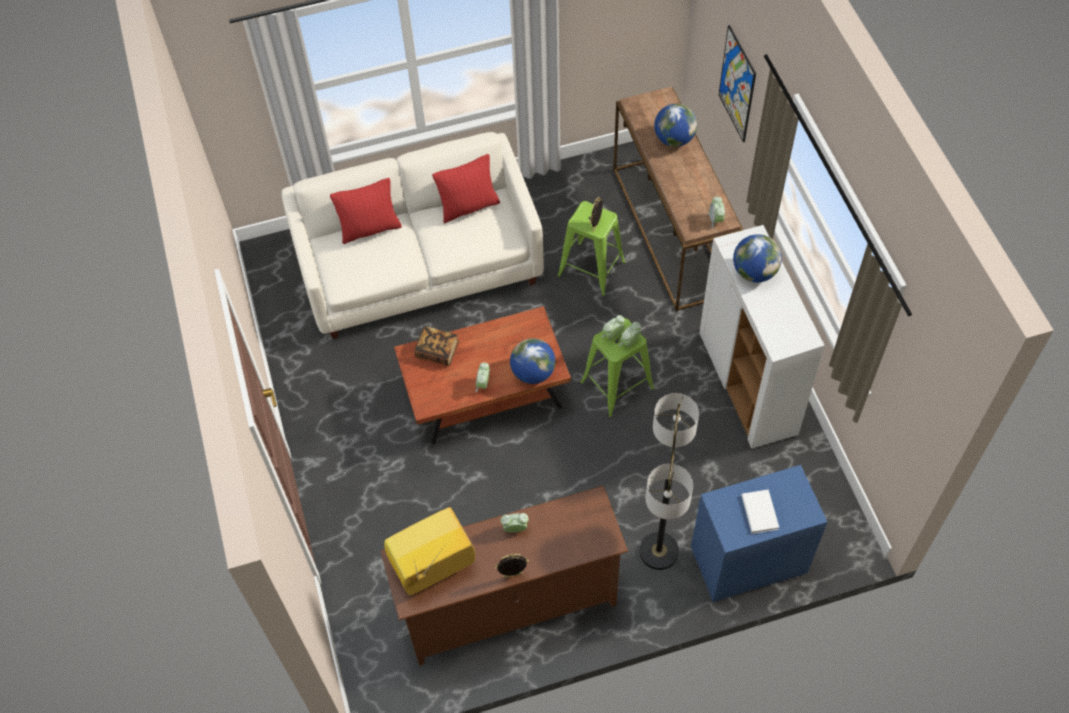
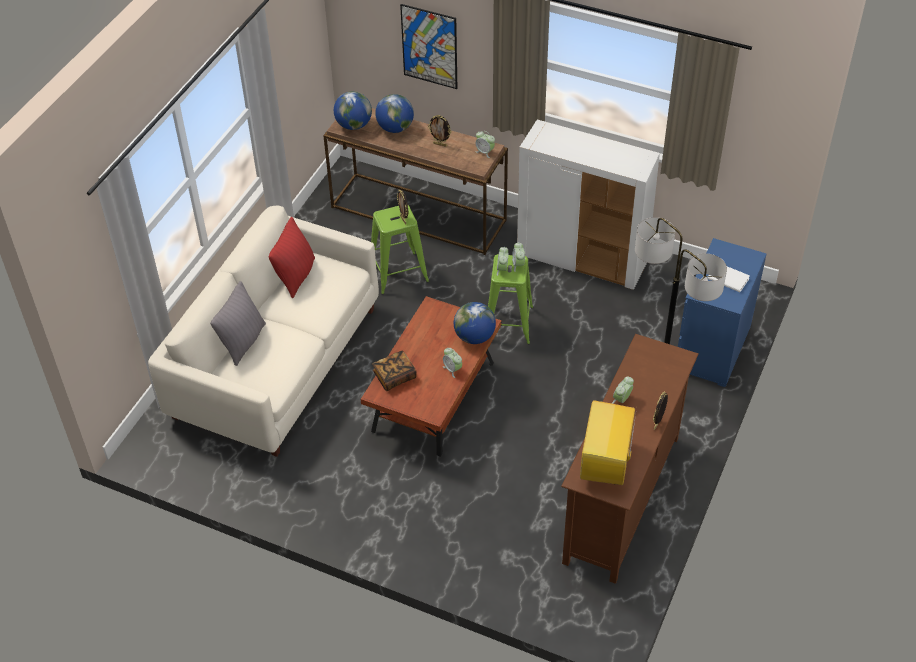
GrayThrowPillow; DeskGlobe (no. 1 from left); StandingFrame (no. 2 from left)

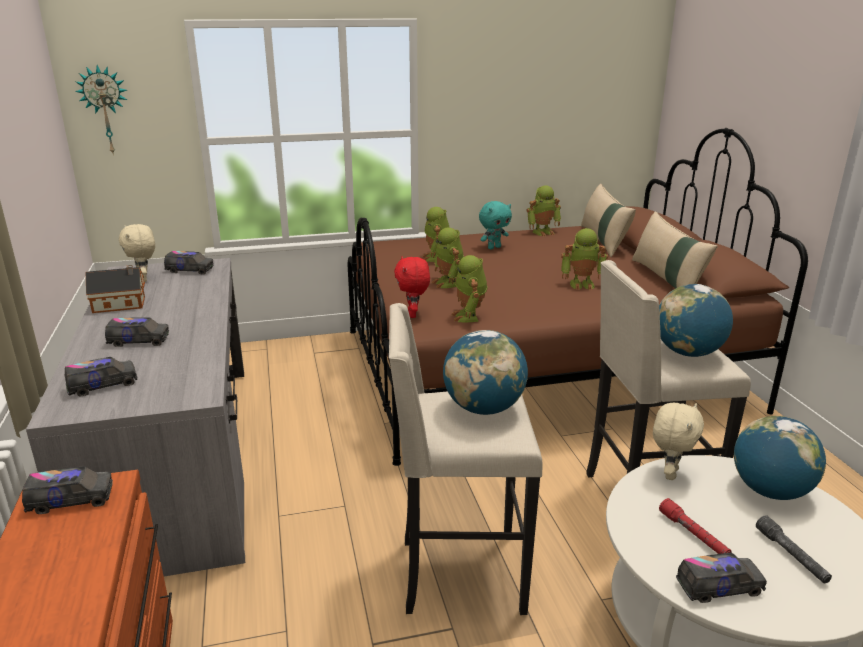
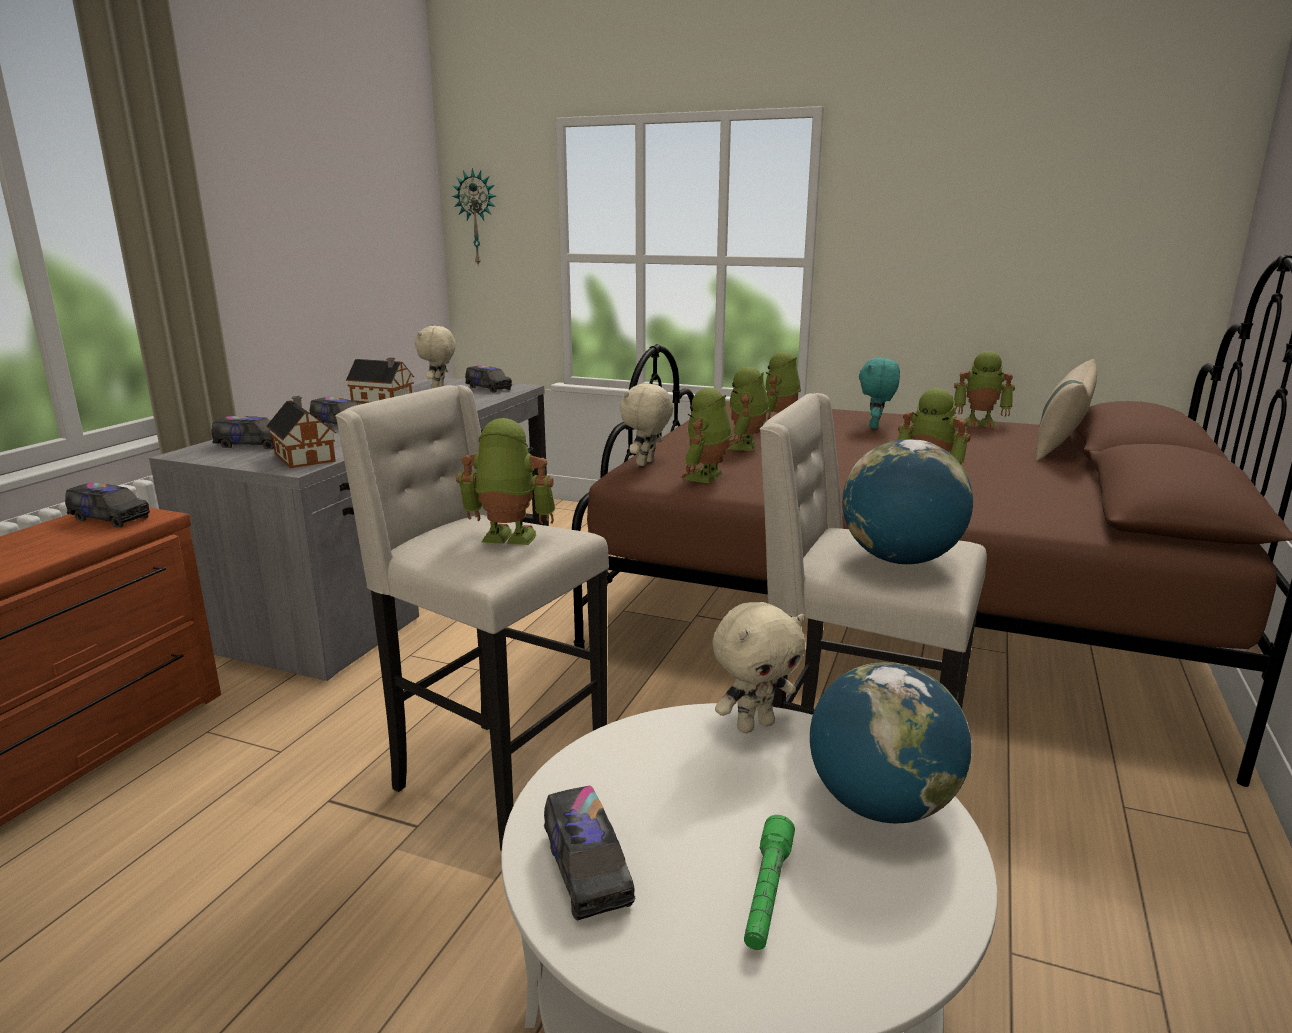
SandColouredCuddlyToy (no. 2 from left); ToyRobot (no. 1 from left); TurquoiseColouredCuddlyToy; SandColouredThrowPillow (no. 2 from left in the first image); ReddishTorch; ModelTruck (no. 5 from left); GreenishTorch; MiniatureHouse (no. 1 from left)

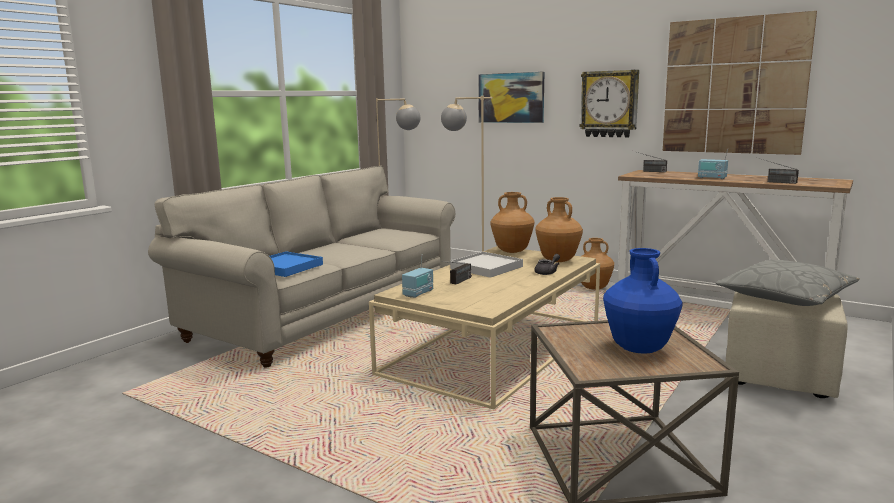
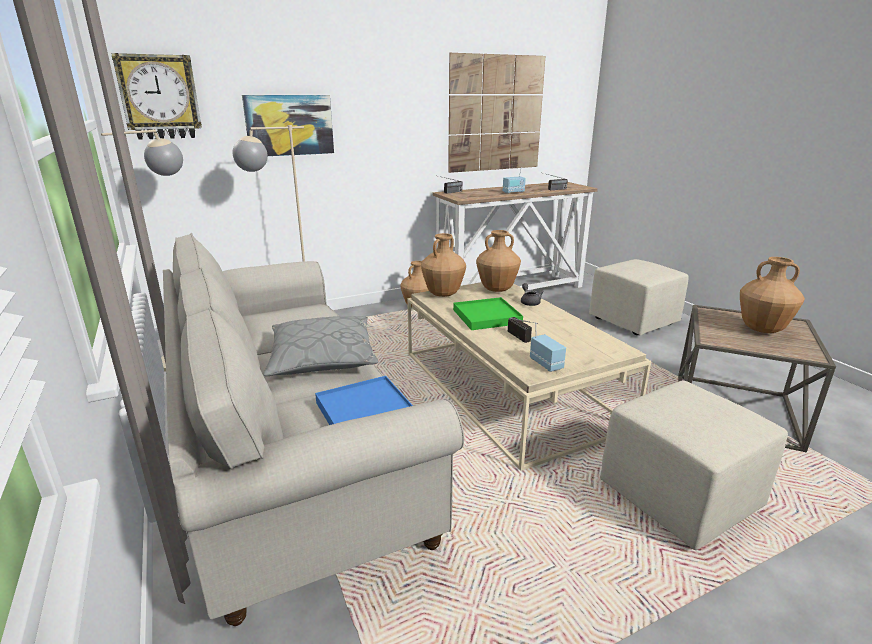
GreenishCarryingTray; HangingClock; BrownishDecorativeVase (no. 4 from left); GrayThrowPillow; SandColouredFootrest (no. 2 from left)

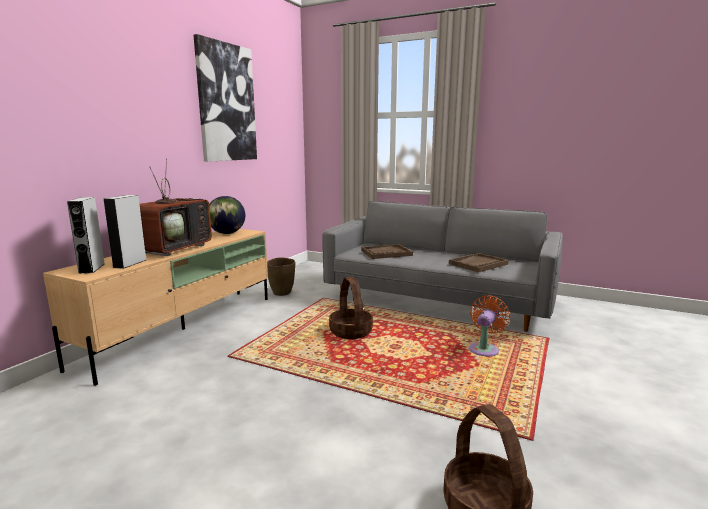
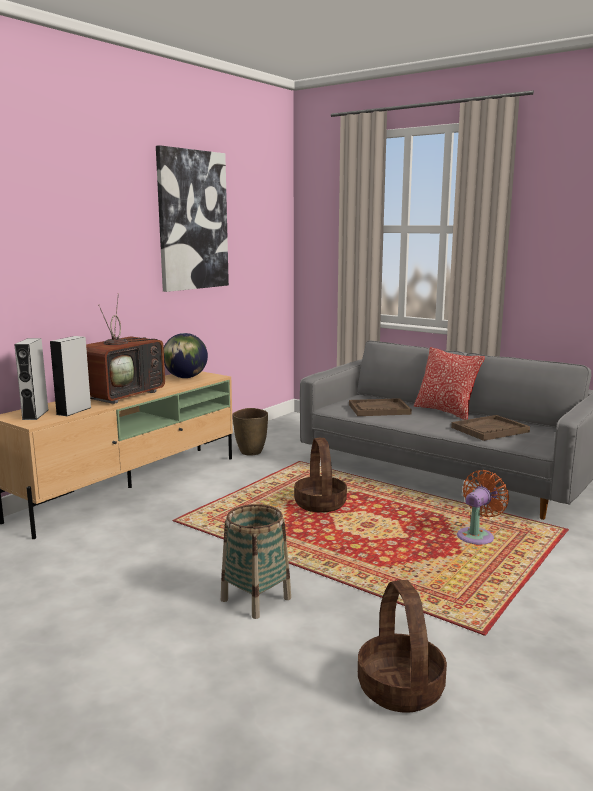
HouseholdBasket (no. 1 from left); ThrowPillow

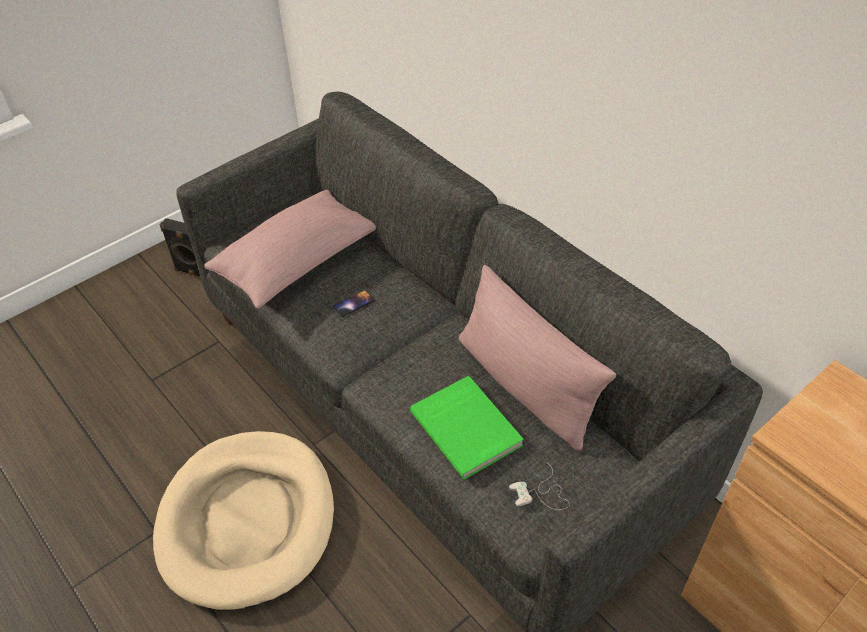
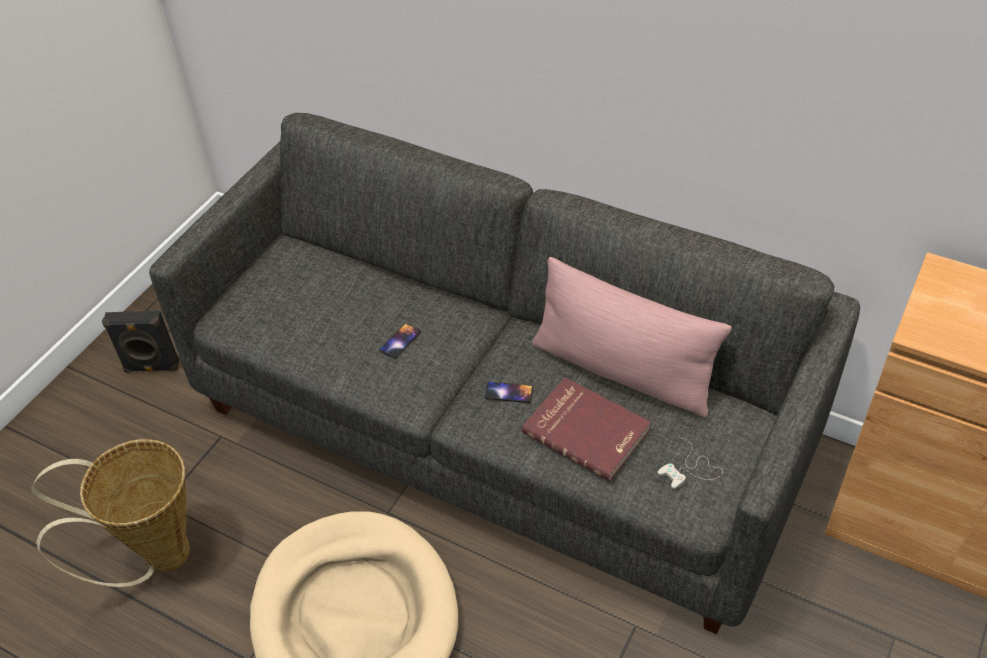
PinkColouredThrowPillow (no. 1 from left in the first image); ReddishBoundBook; HouseholdBasket; Telephone (no. 2 from left)

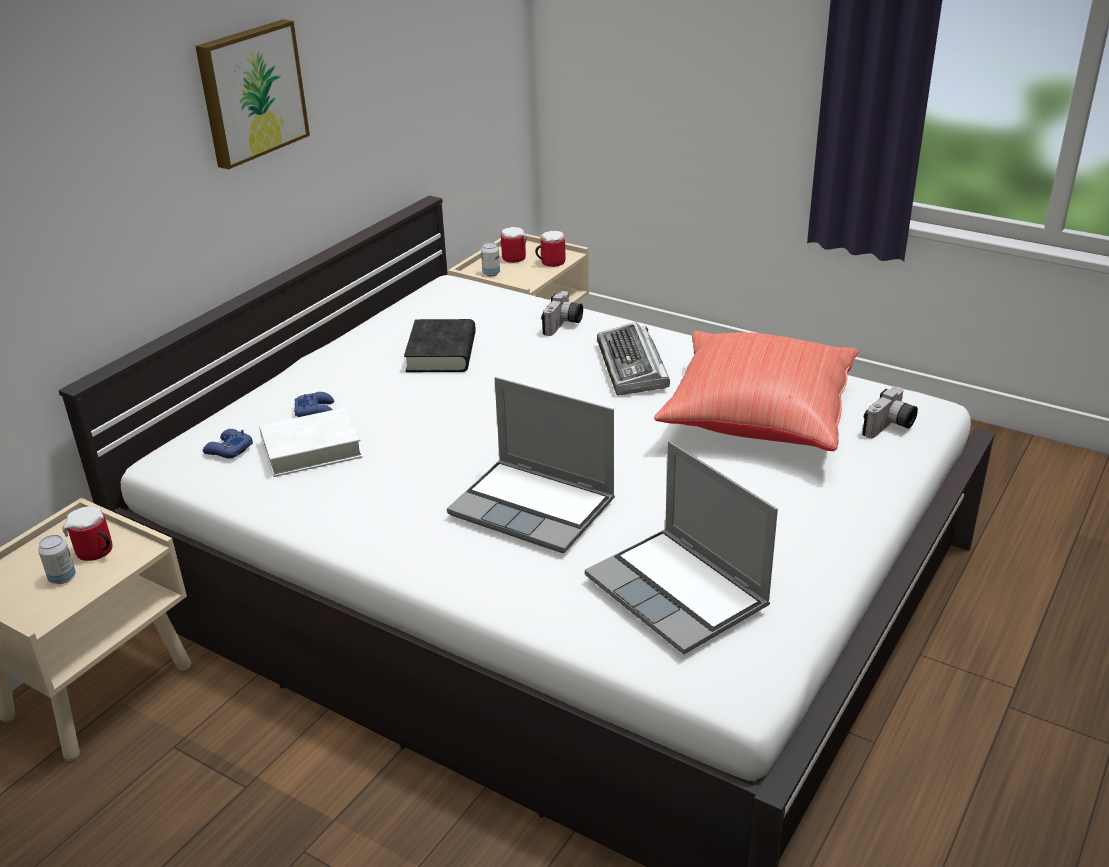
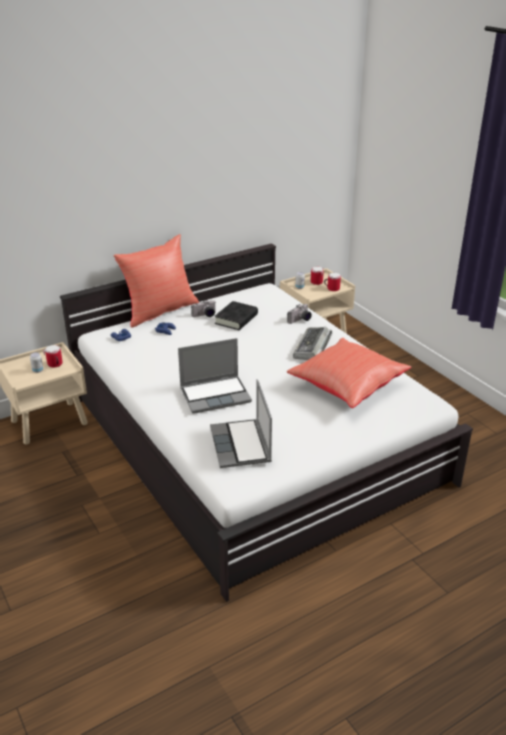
WallArt; WhiteColouredBoundBook; PortableComputer (no. 1 from left); PhotoCamera (no. 1 from left); ReddishThrowPillow (no. 1 from left)

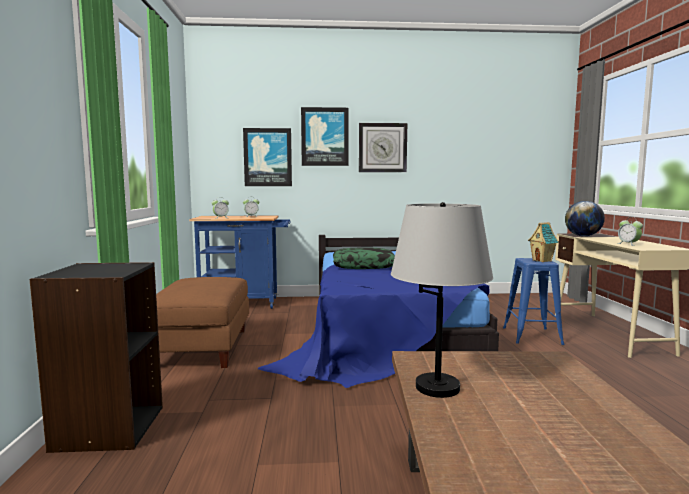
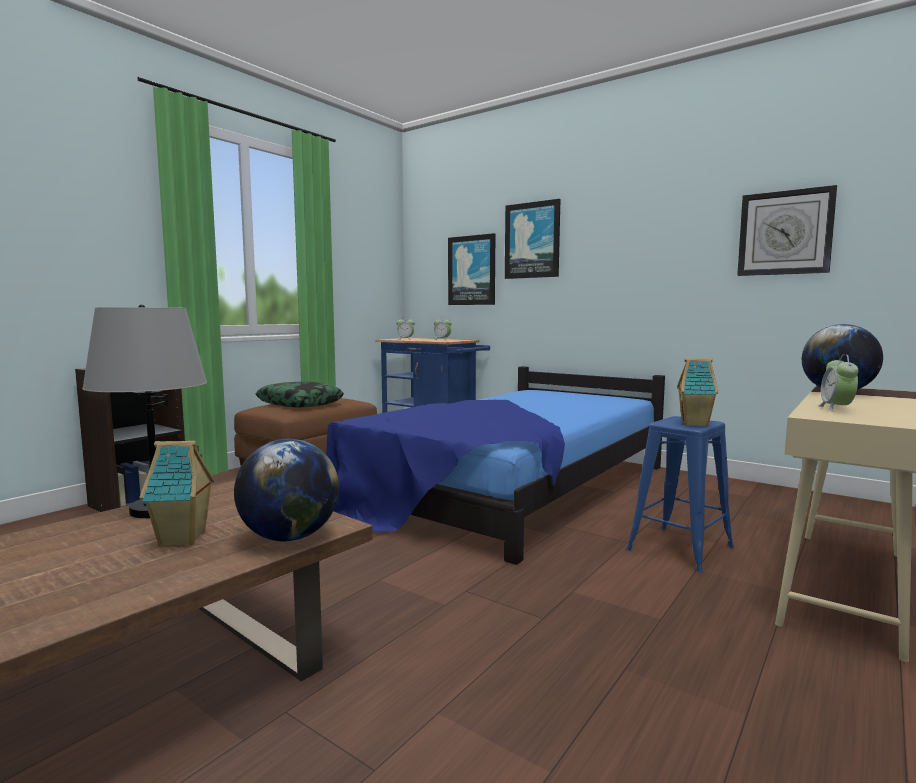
ThrowPillow; HangingClock; MiniatureHouse (no. 1 from left); DeskGlobe (no. 1 from left)

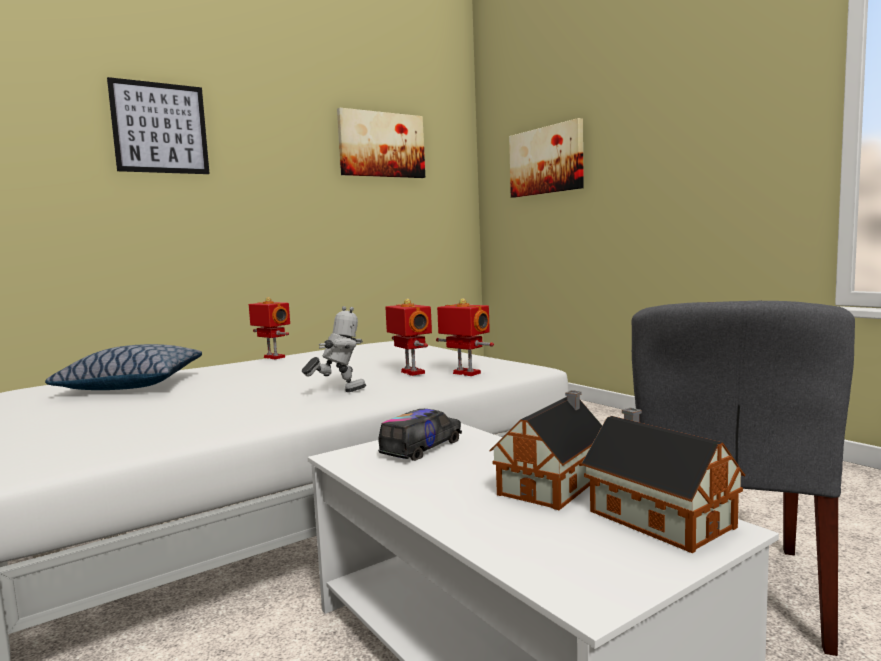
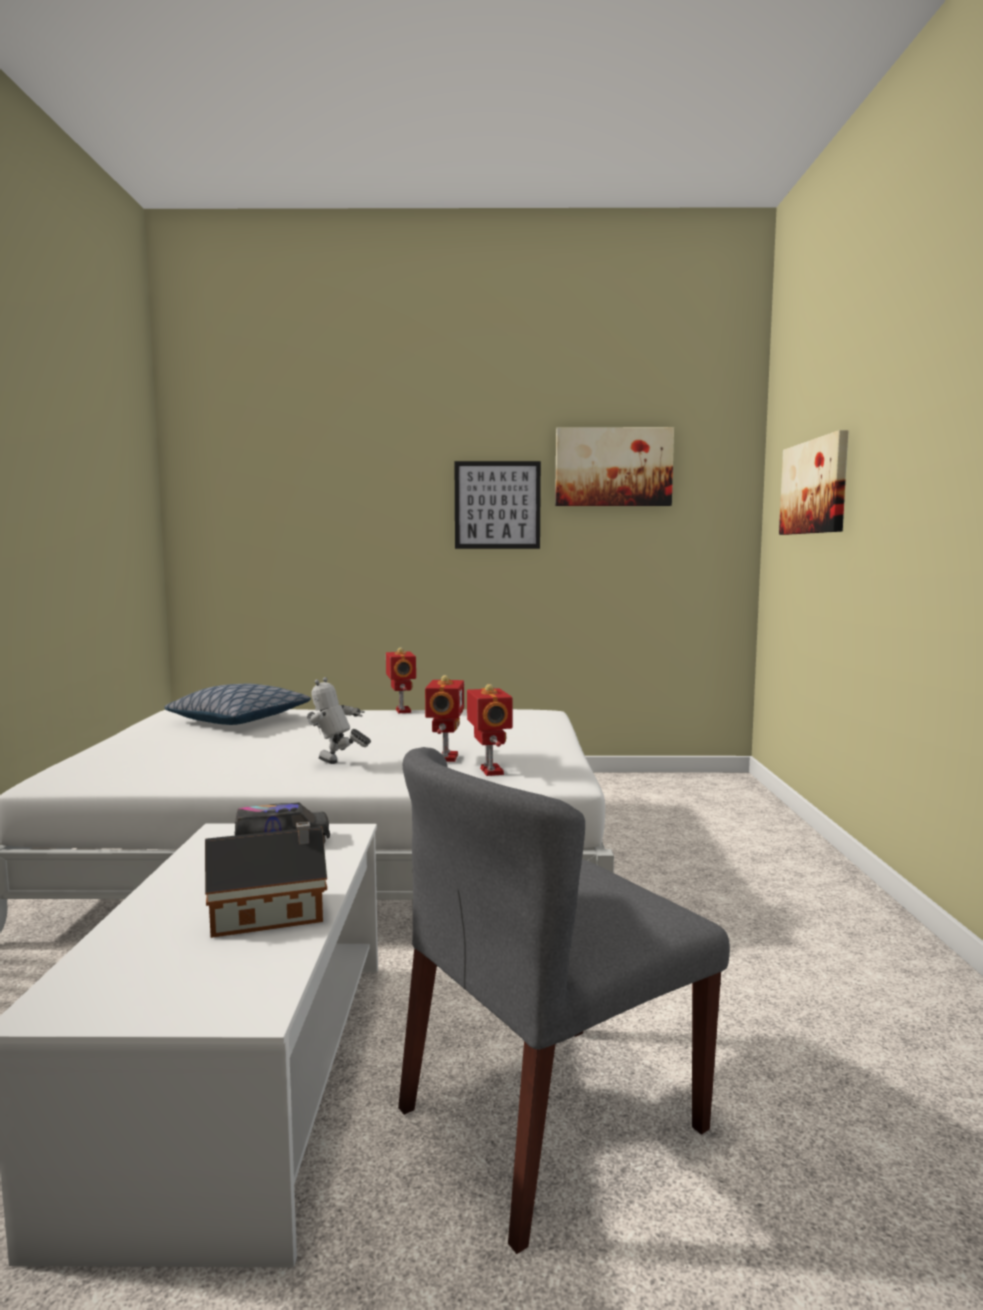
WallArt (no. 1 from left); ToyRobot (no. 1 from left); MiniatureHouse (no. 2 from left in the first image)

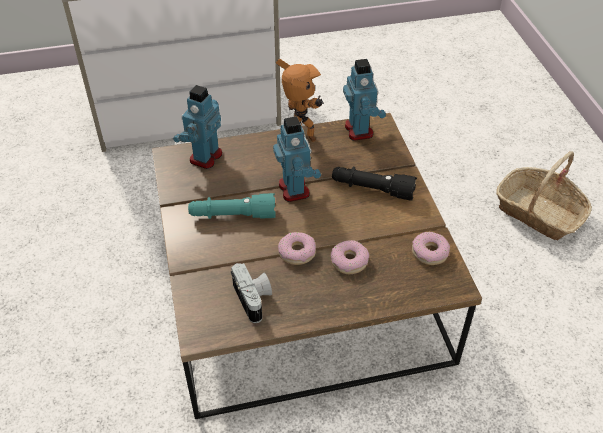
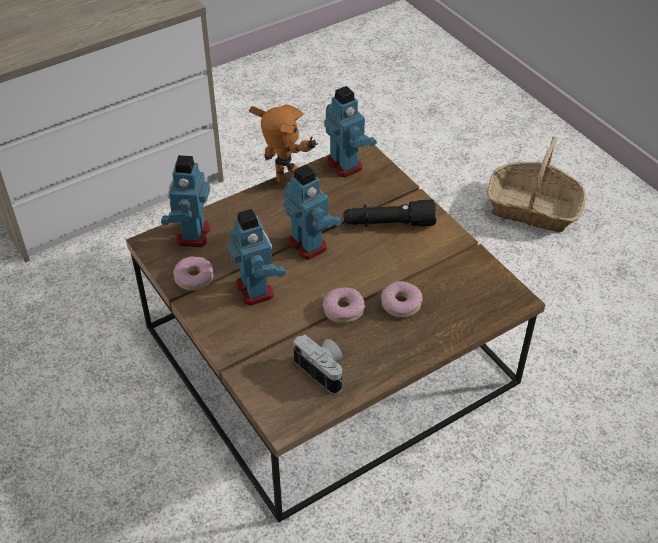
ToyRobot (no. 2 from left); Doughnut (no. 1 from left)

